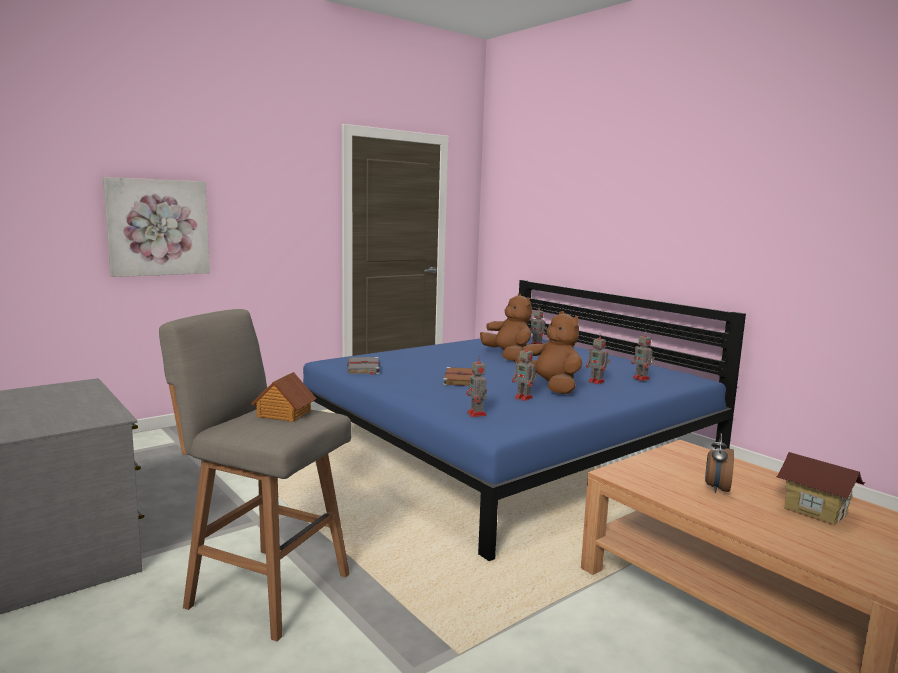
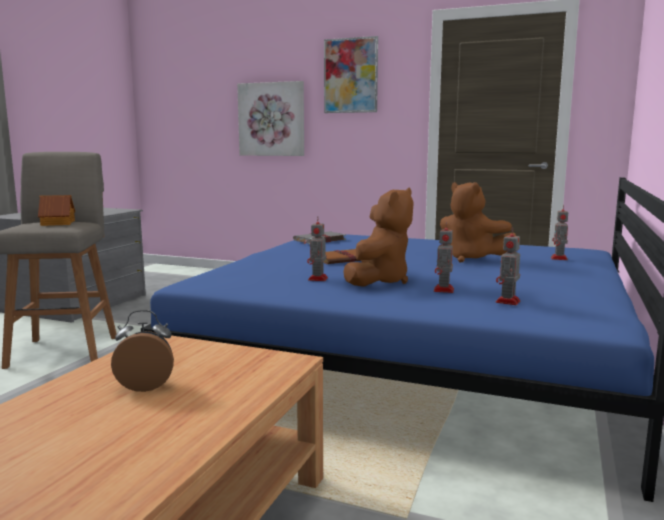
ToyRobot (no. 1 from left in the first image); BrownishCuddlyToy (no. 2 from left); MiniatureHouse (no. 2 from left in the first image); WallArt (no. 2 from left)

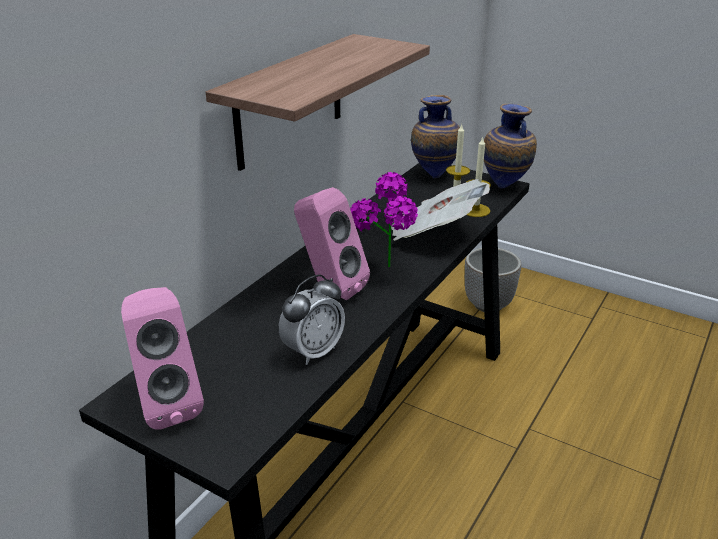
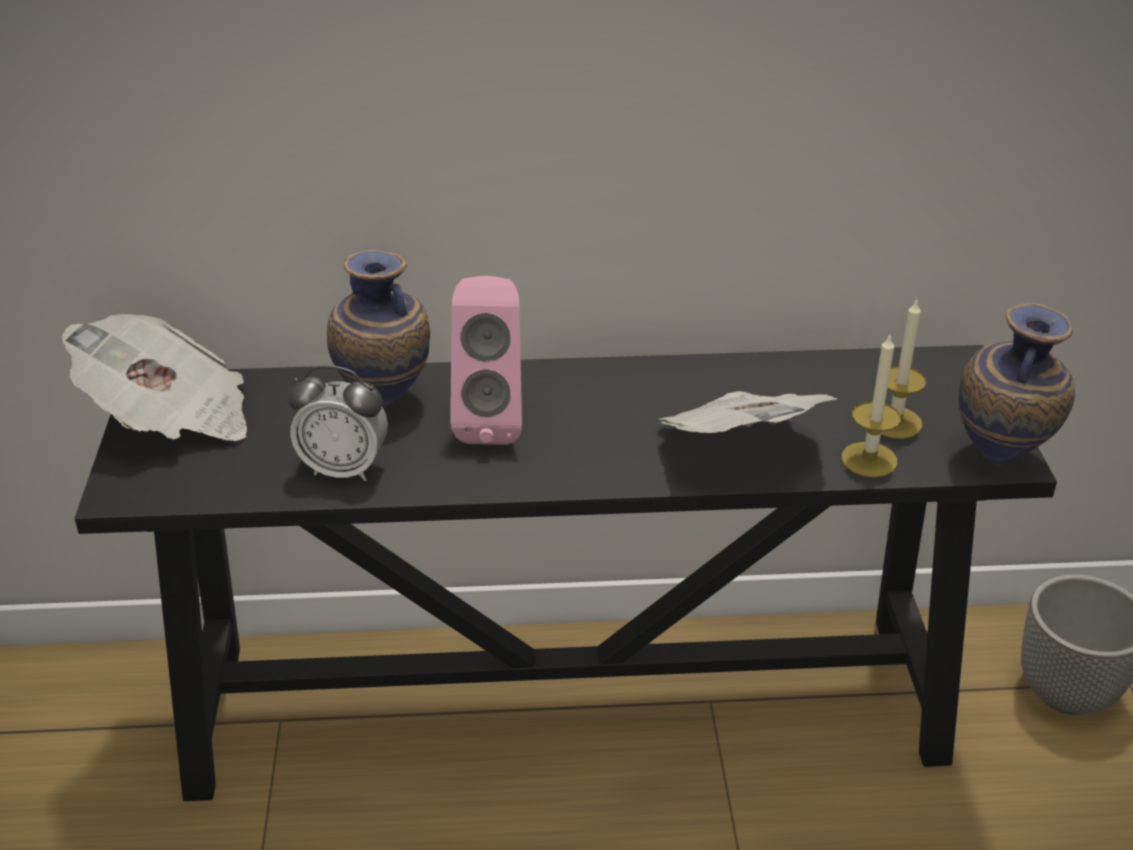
Newspaper (no. 1 from left); WallShelf; PlantInAPot; DecorativeVase (no. 1 from left)

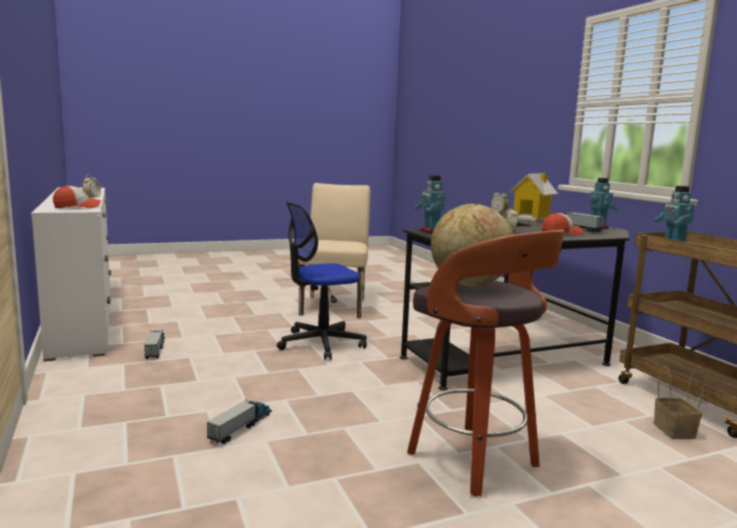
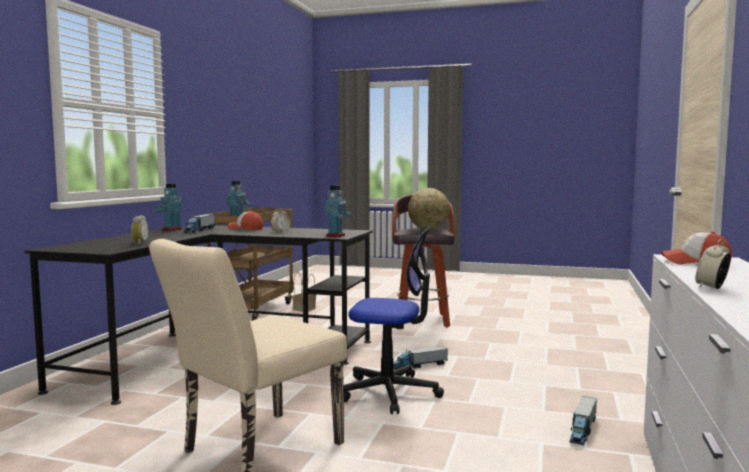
ModelTruck (no. 2 from left); MiniatureHouse

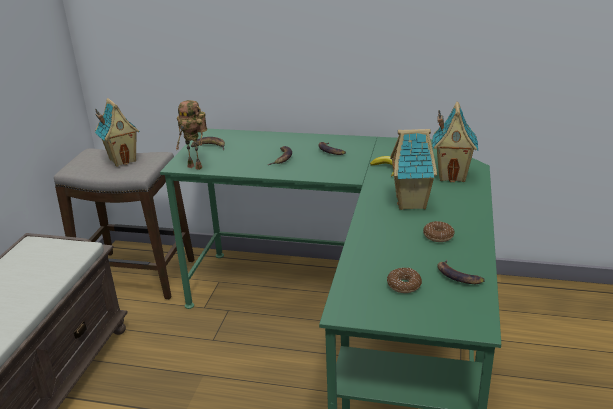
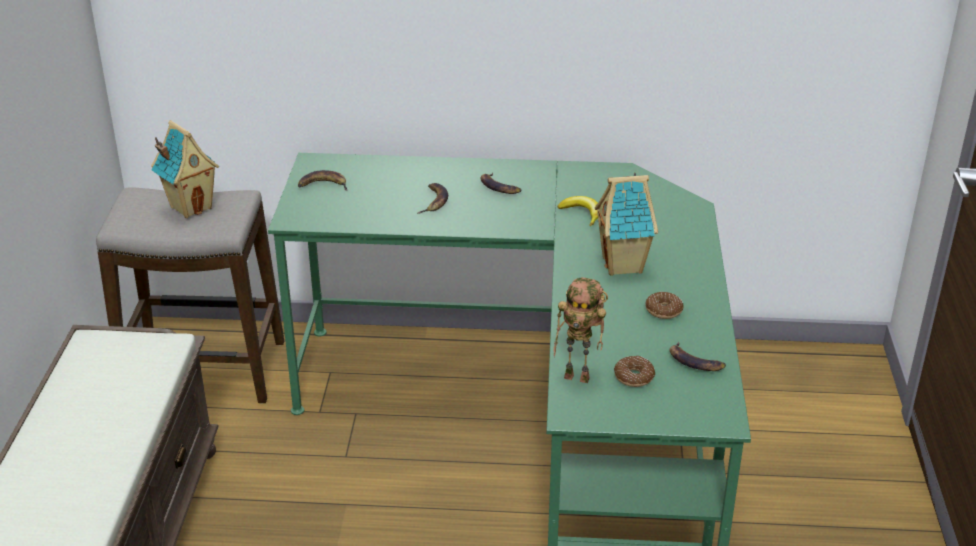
ToyRobot; MiniatureHouse (no. 3 from left in the first image)

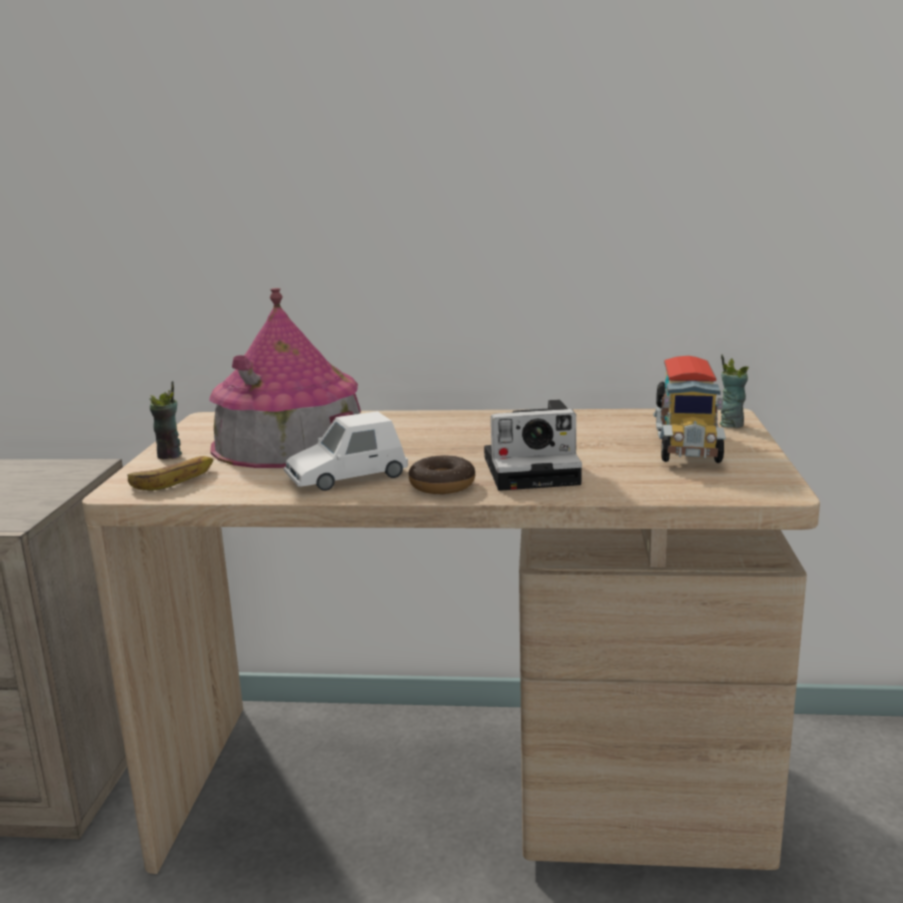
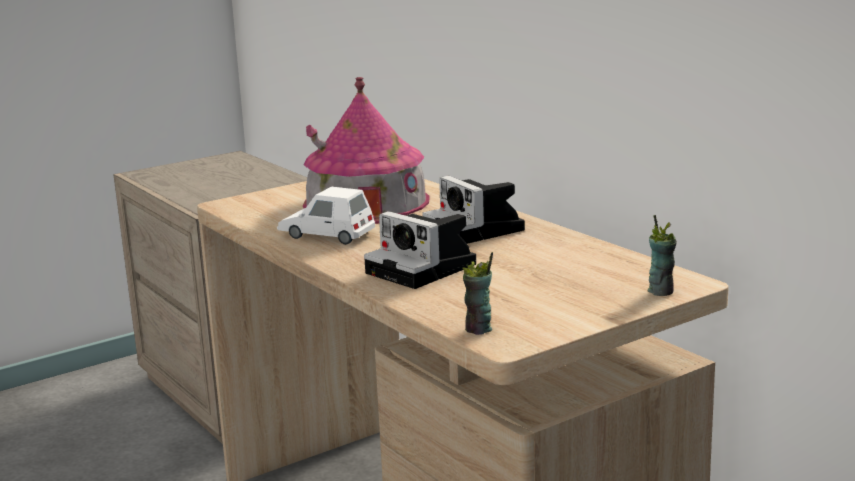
WholeBanana; Cup (no. 1 from left); Doughnut; ModelTruck; PhotoCamera (no. 2 from left)

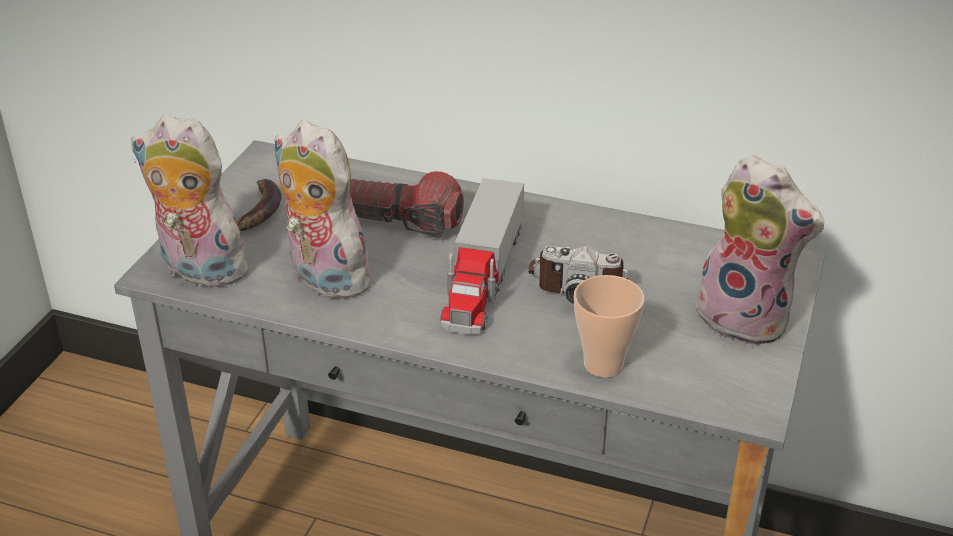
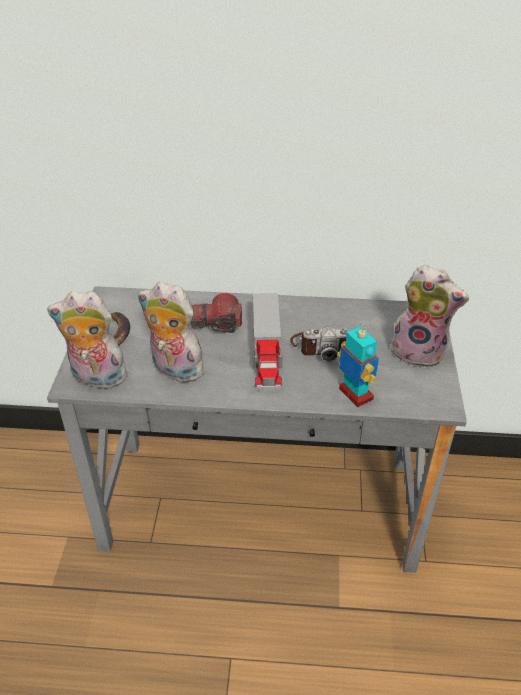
ToyRobot

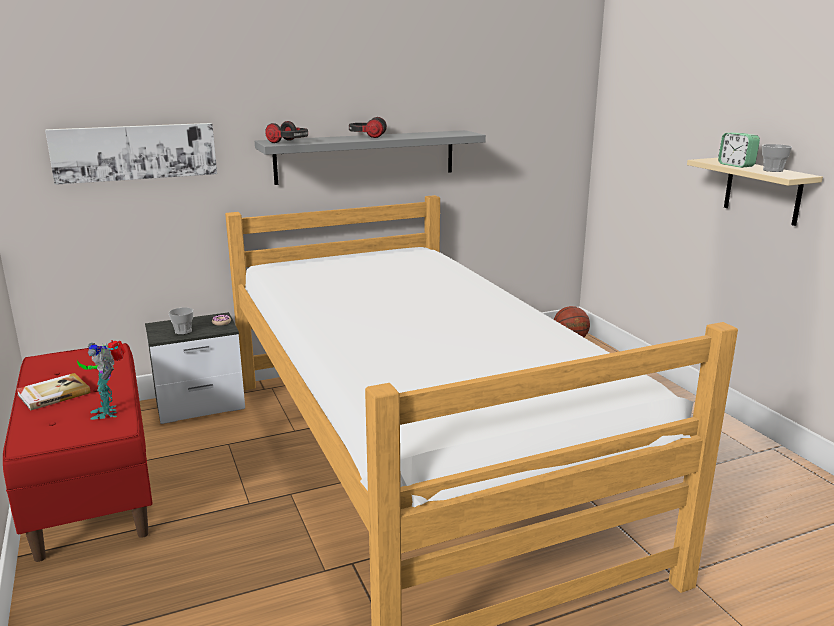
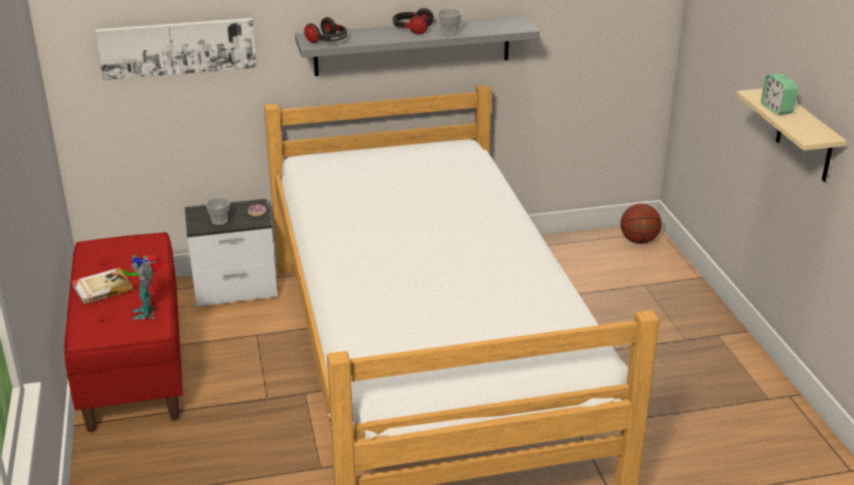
Cup (no. 2 from left)

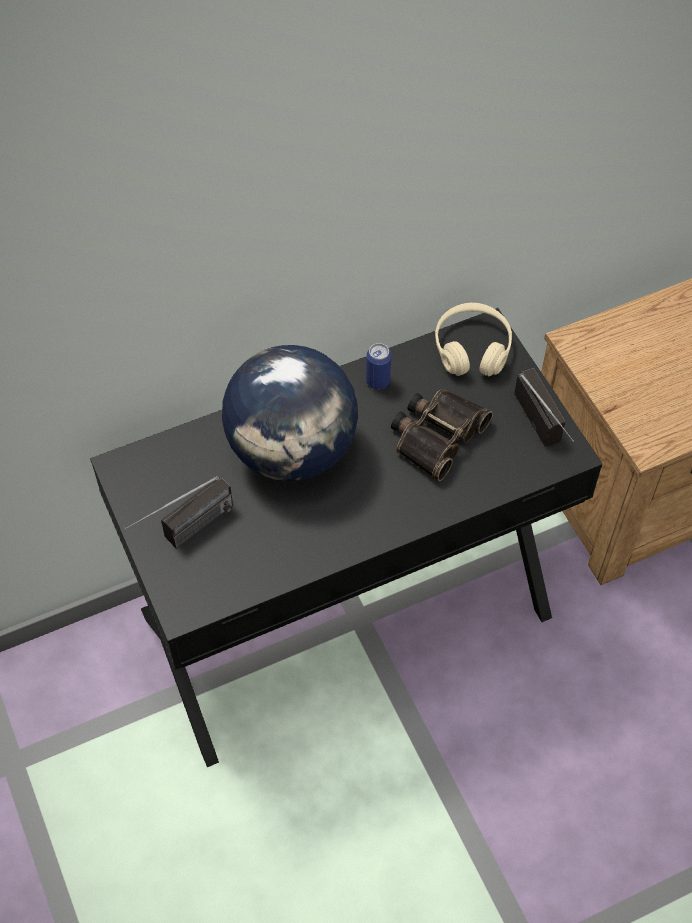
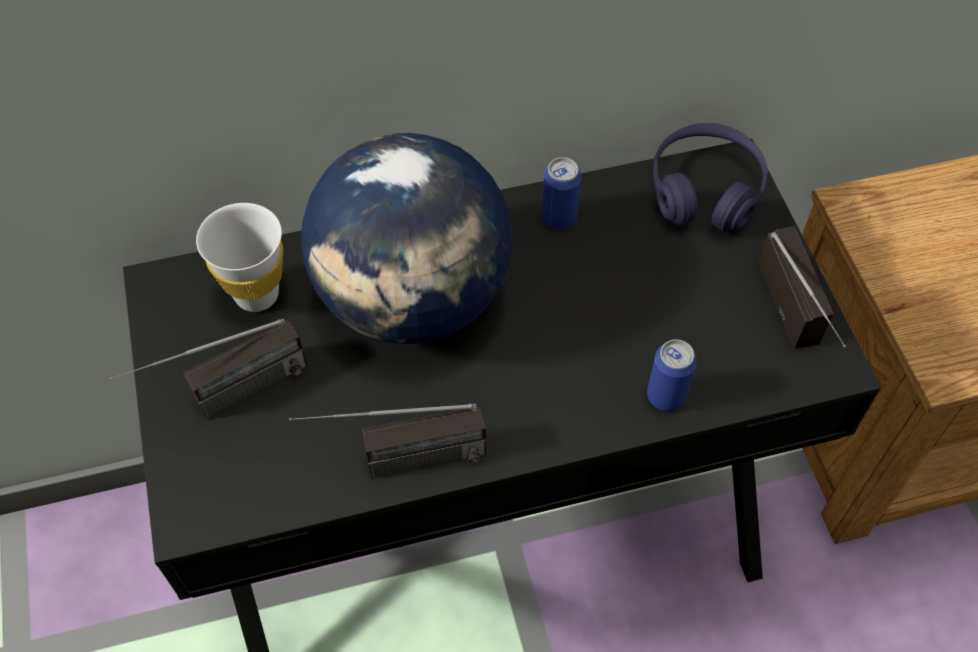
Binoculars; PurplePairOfHeadphones; WhiteColouredCup; RadioReceiver (no. 2 from left); Can (no. 2 from left)

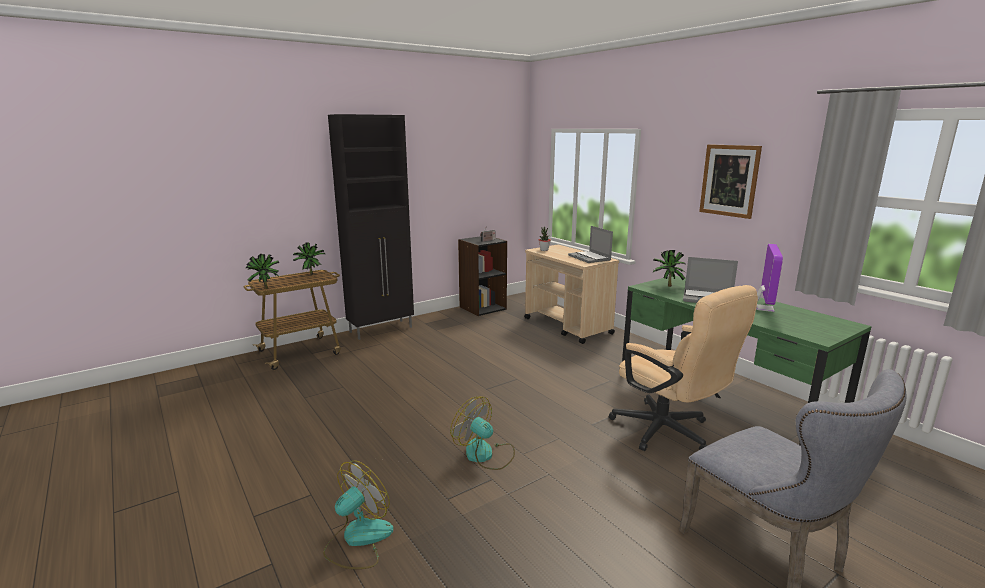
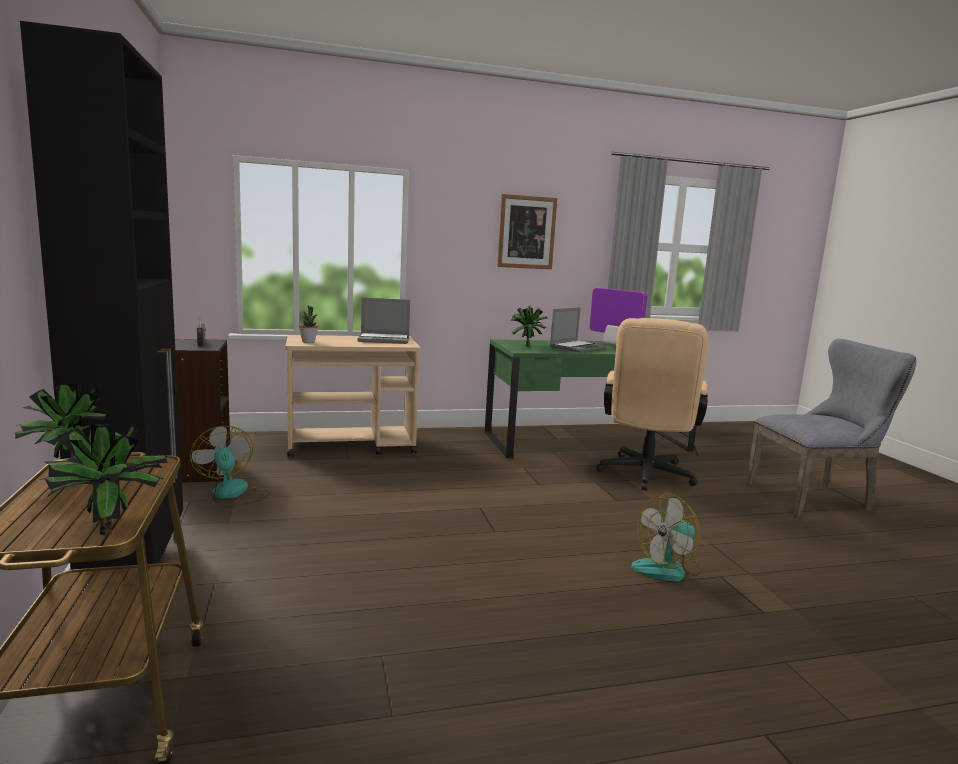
ElectricFan (no. 1 from left); SandColouredDeskChair

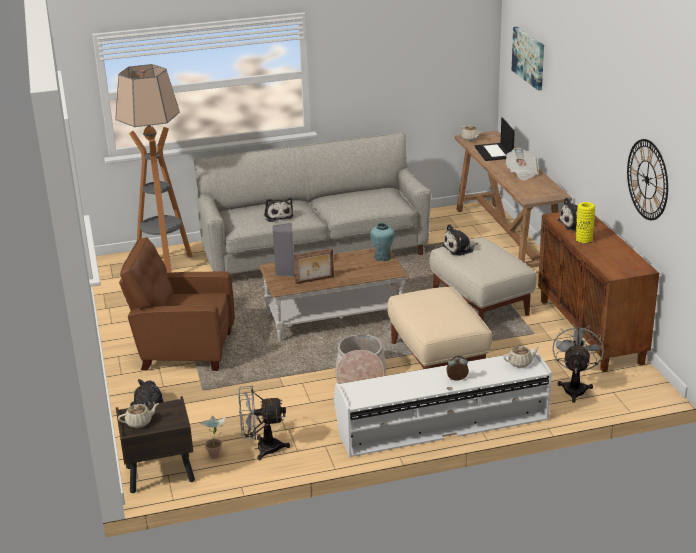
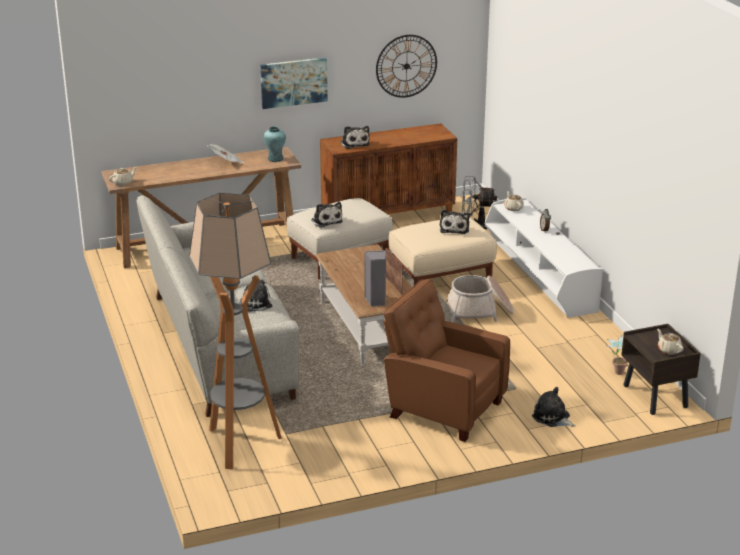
BrownishLoungeChair; GrayElectricFan (no. 1 from left in the first image); TurquoiseColouredDecorativeVase; PortableComputer; WallArt; YellowDecorativeVase; CuddlyToy (no. 4 from left)

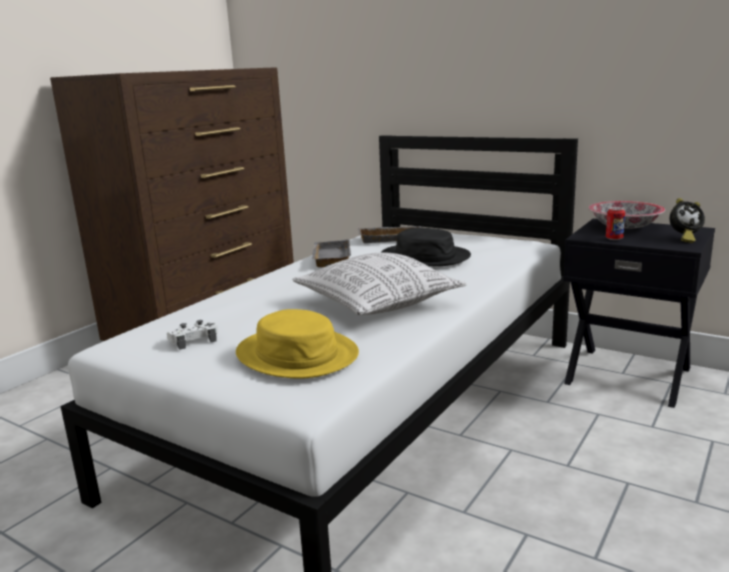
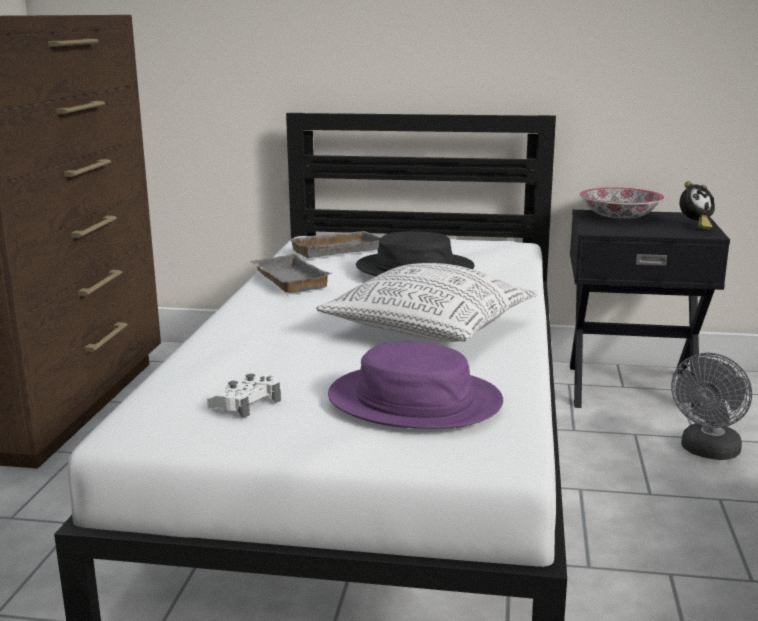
PurpleClothingHat; Can; GrayElectricFan

